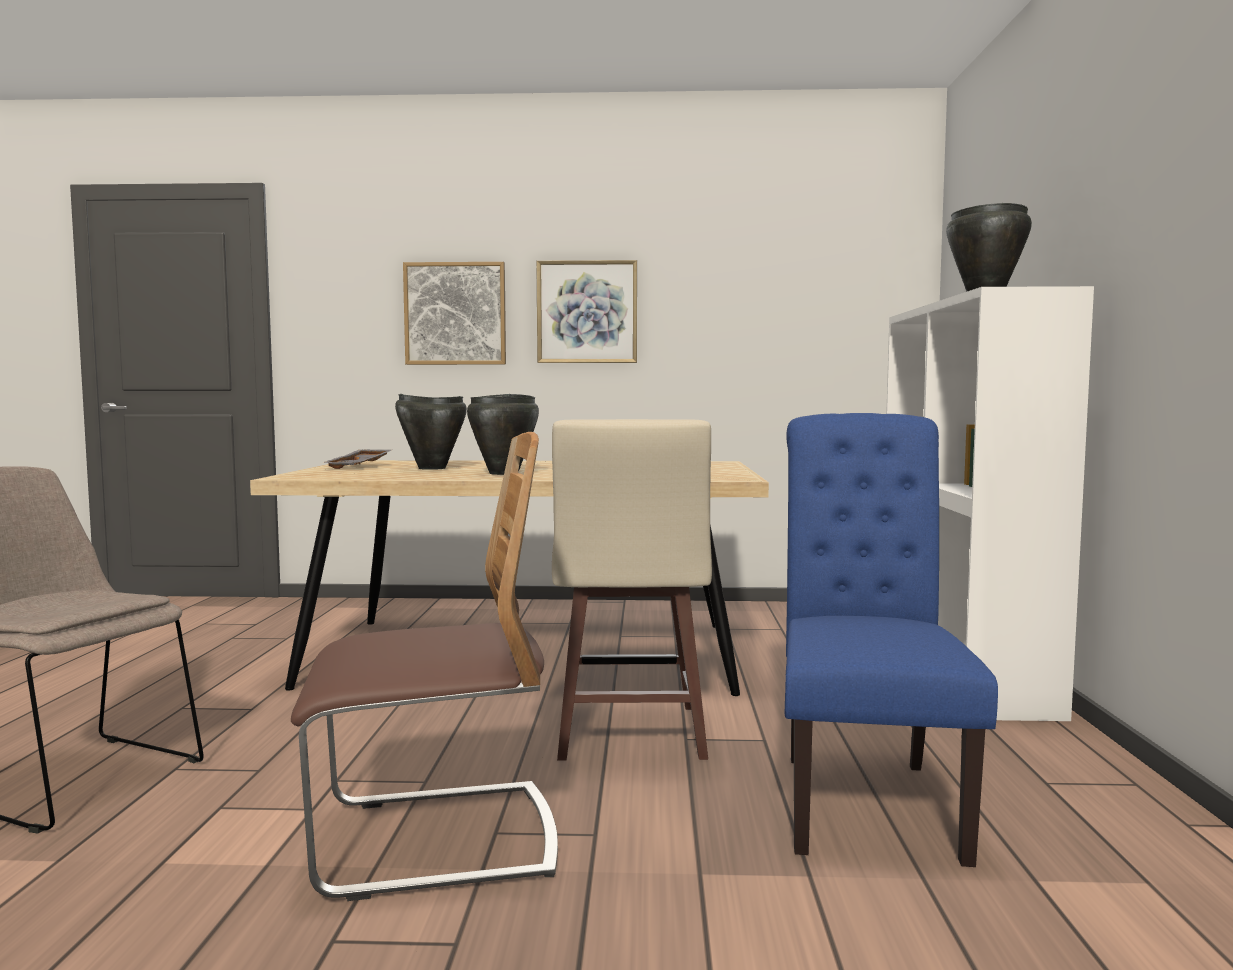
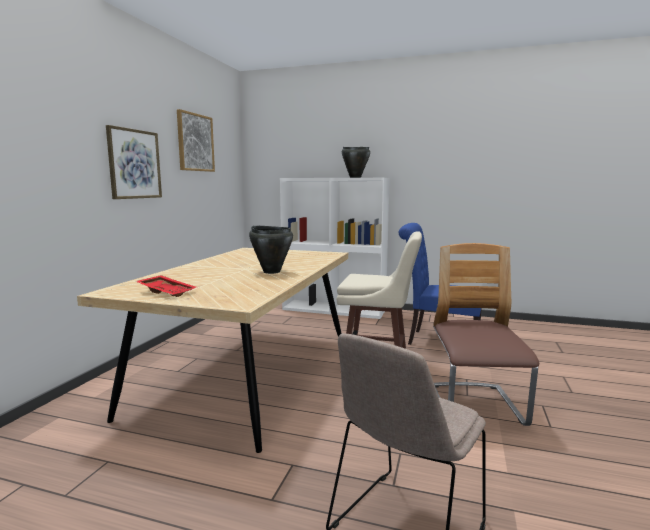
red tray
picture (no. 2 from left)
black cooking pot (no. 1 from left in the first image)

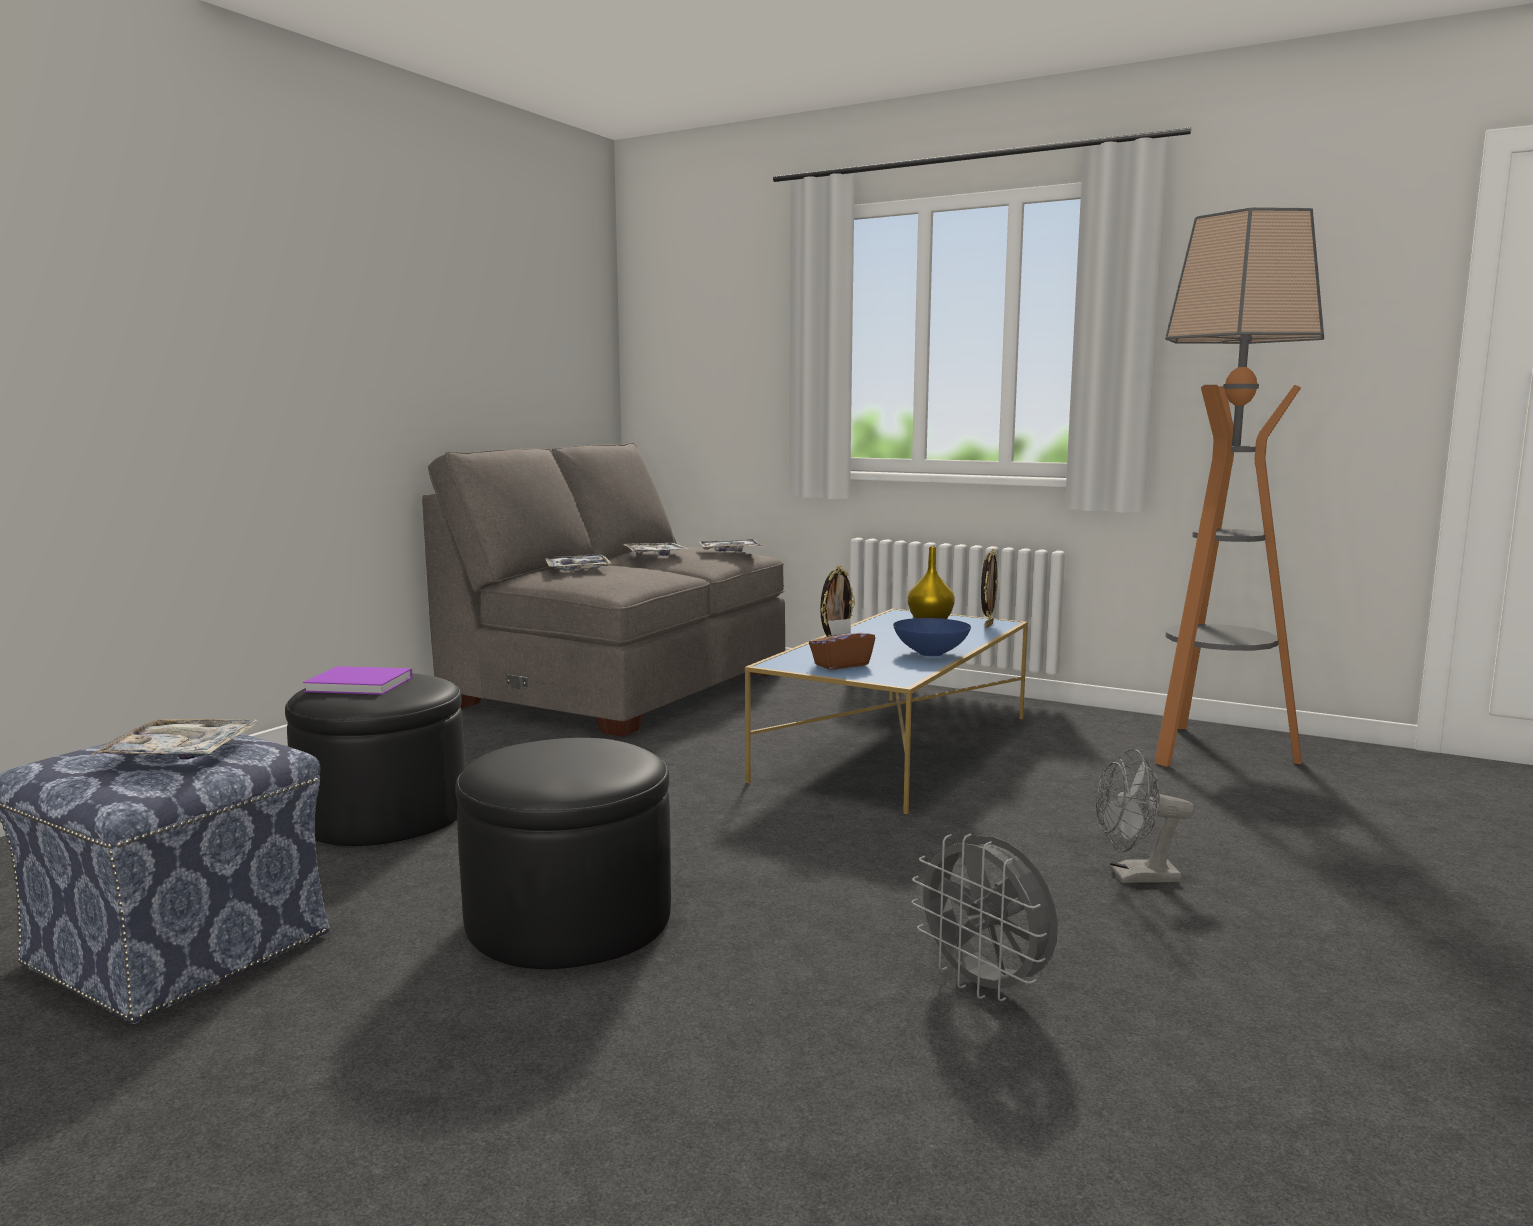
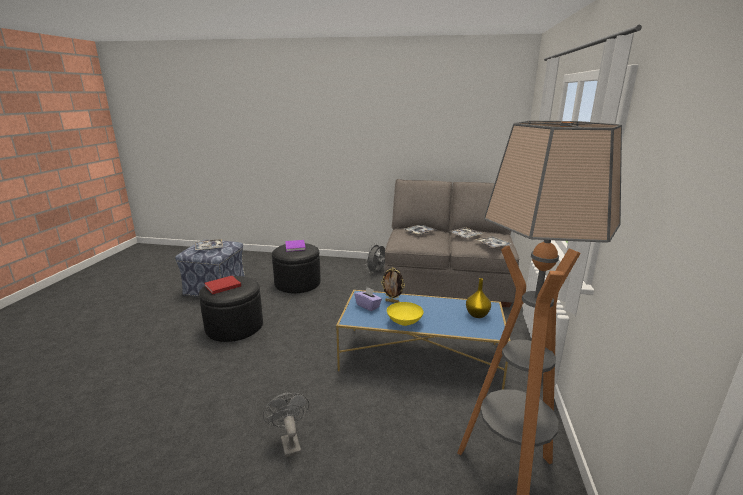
red book
purple tissue box
grey fan (no. 2 from left)
yellow bowl
picture frame (no. 2 from left in the first image)

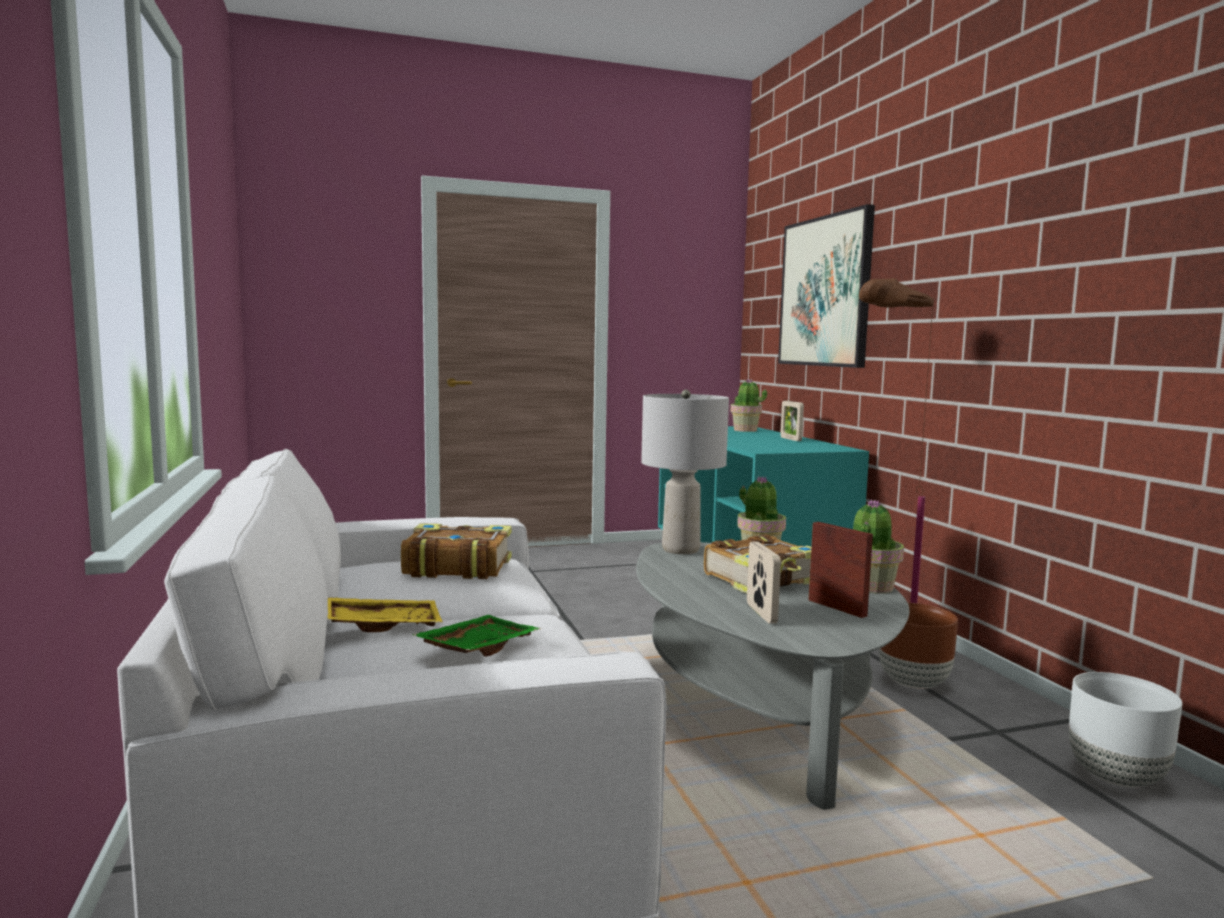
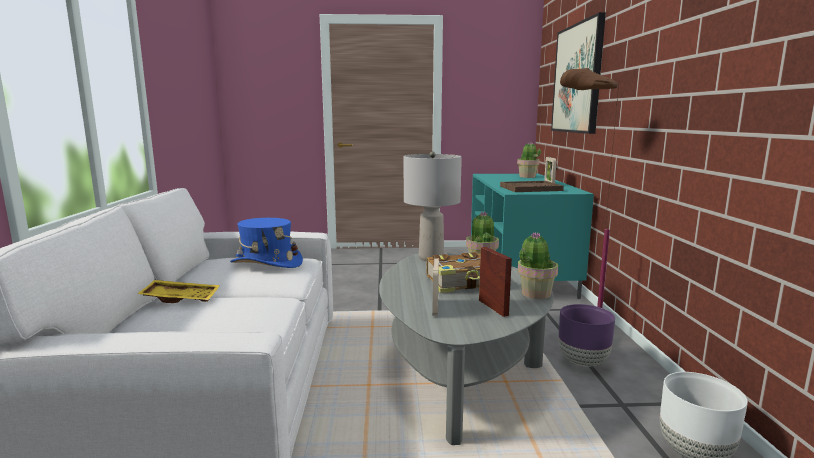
blue hat
brown tray
purple planter
green tray

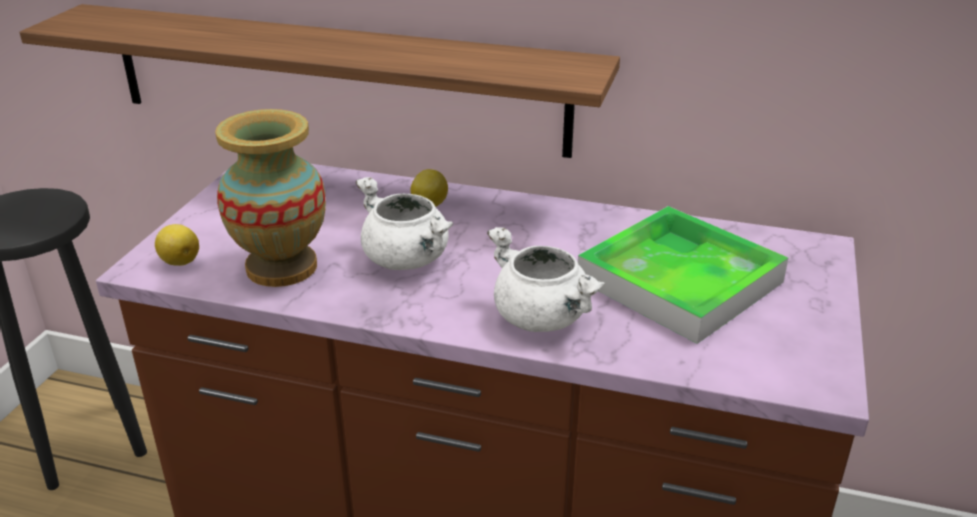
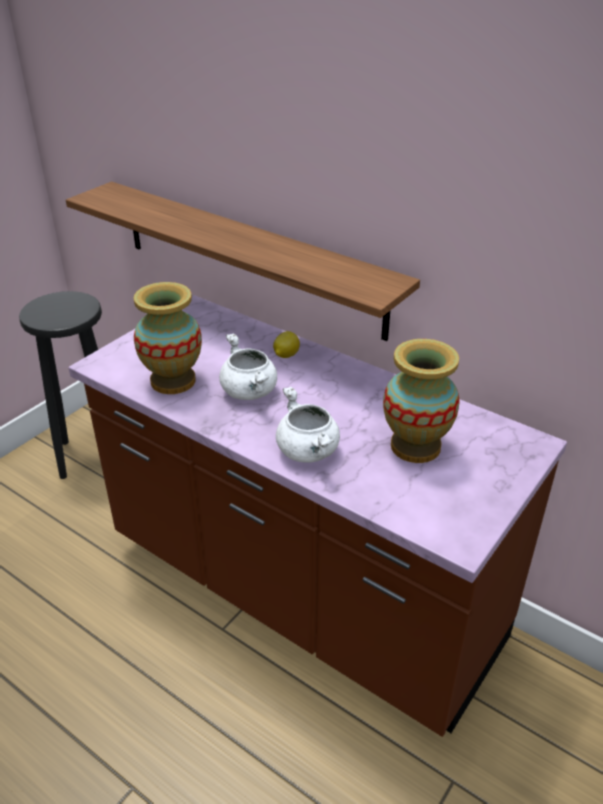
vase (no. 2 from left)
lemon (no. 1 from left in the first image)

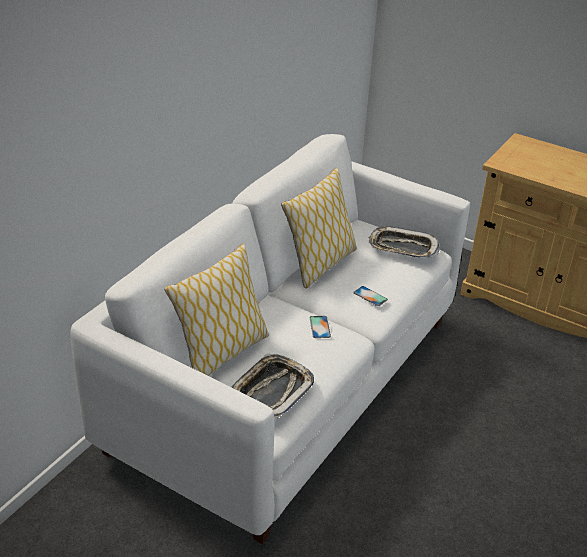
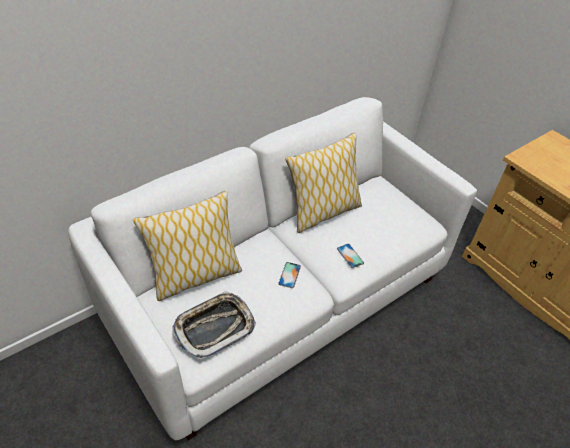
tray (no. 2 from left in the first image)

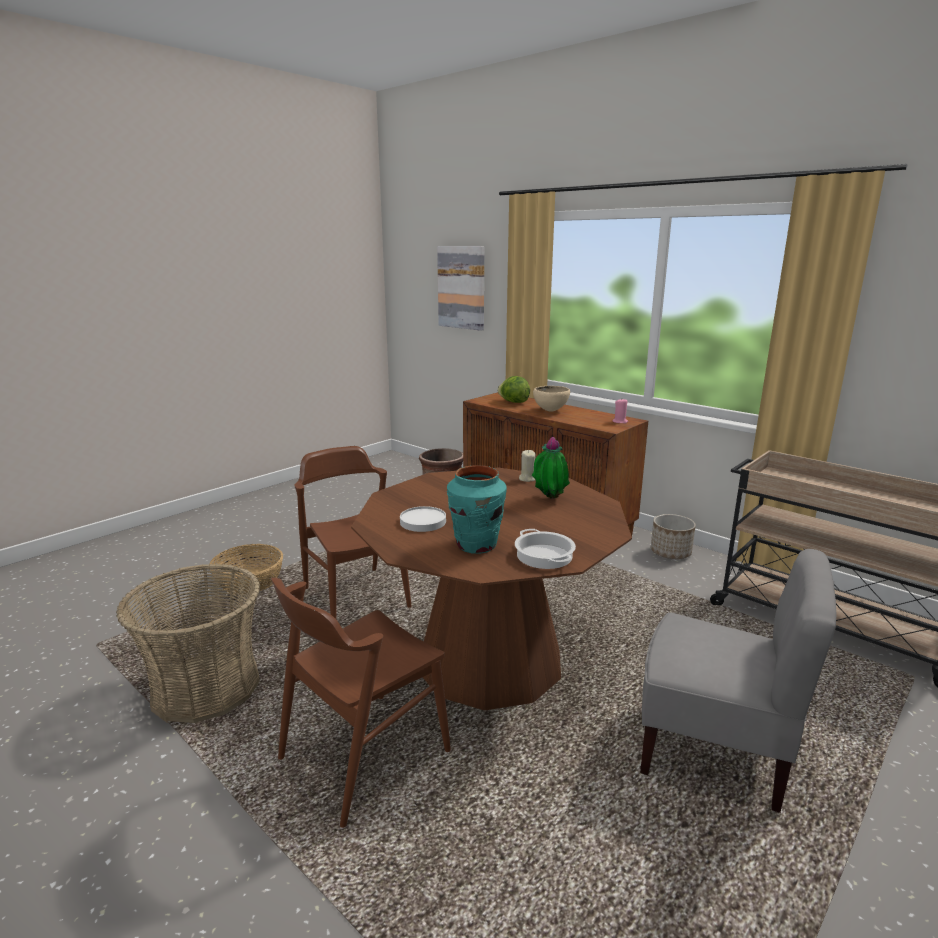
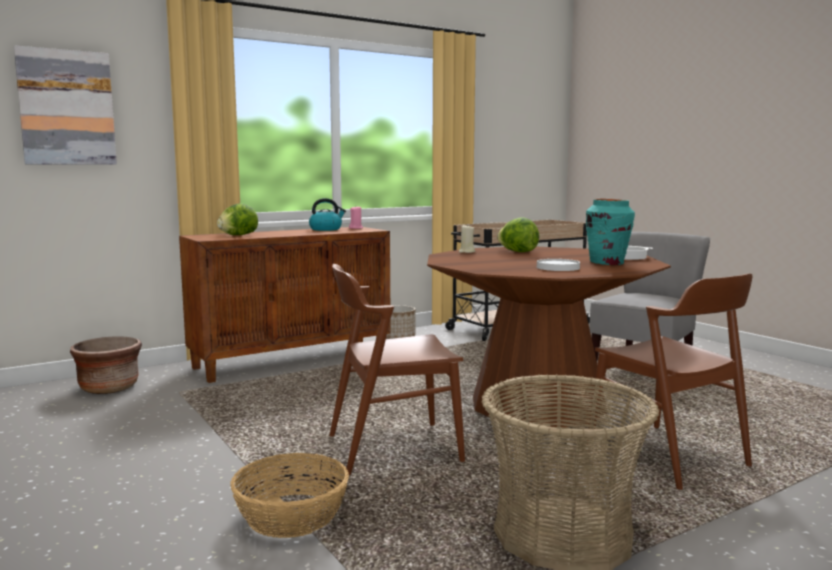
kettle
lettuce (no. 2 from left)
beige bowl

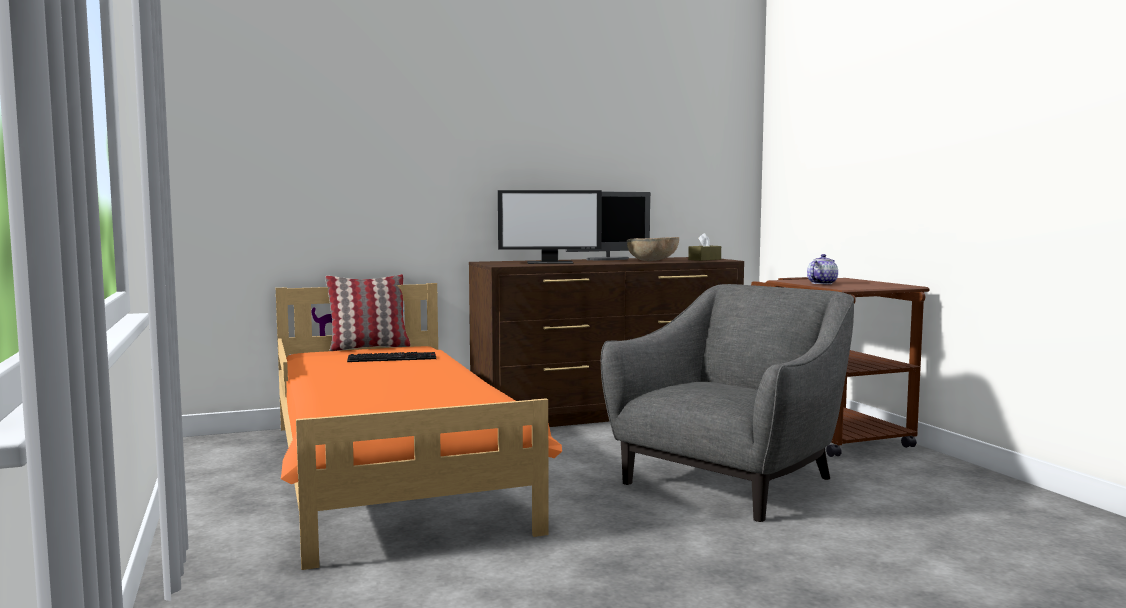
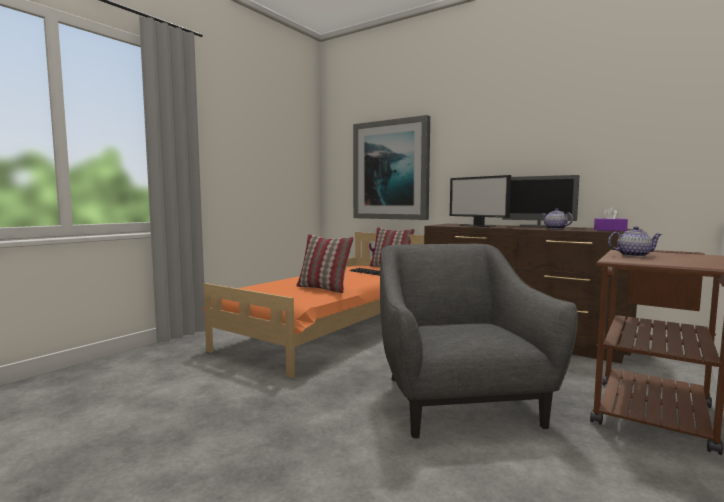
pillow (no. 1 from left)
picture
grey armchair
teapot (no. 1 from left)
purple tissue box

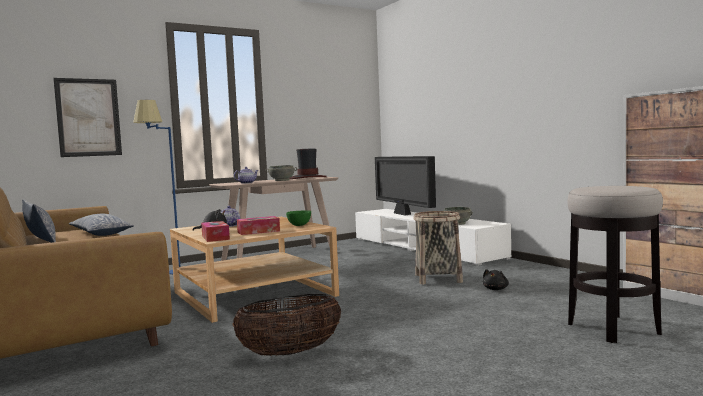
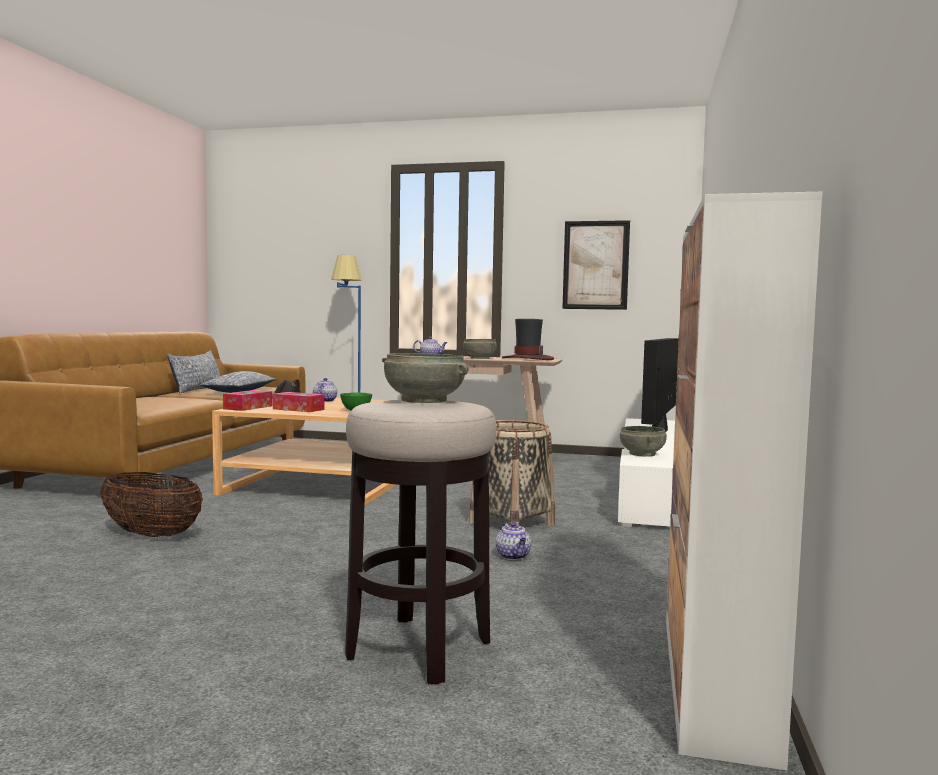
grey bowl (no. 1 from left)
teapot (no. 3 from left)
picture

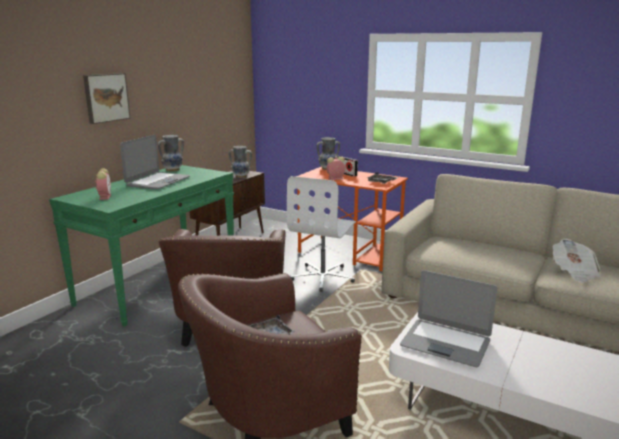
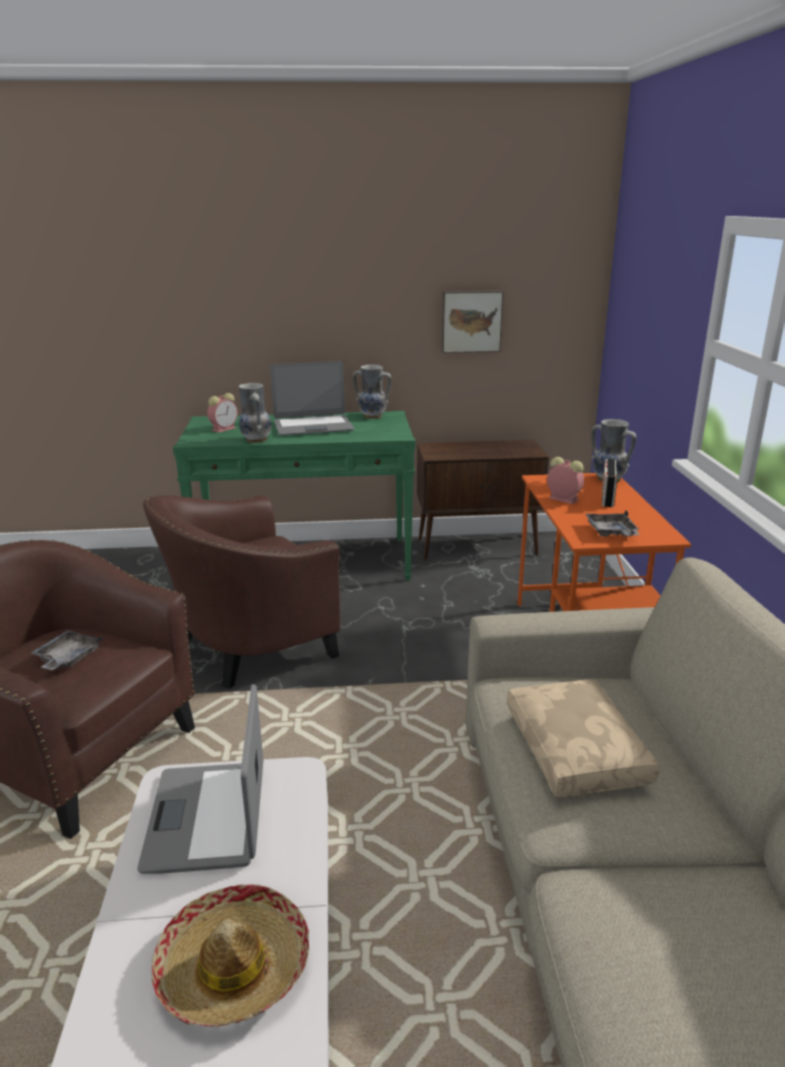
hat
vase (no. 1 from left)
picture
beige pillow
white office chair
newspaper

